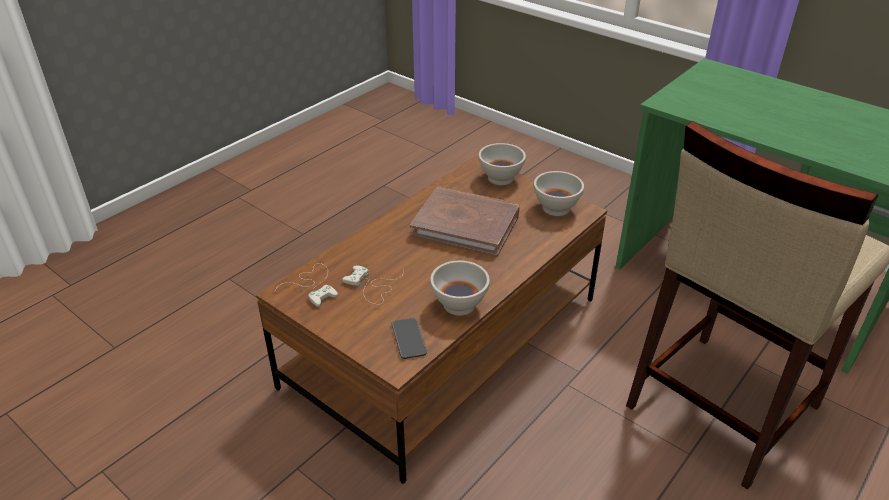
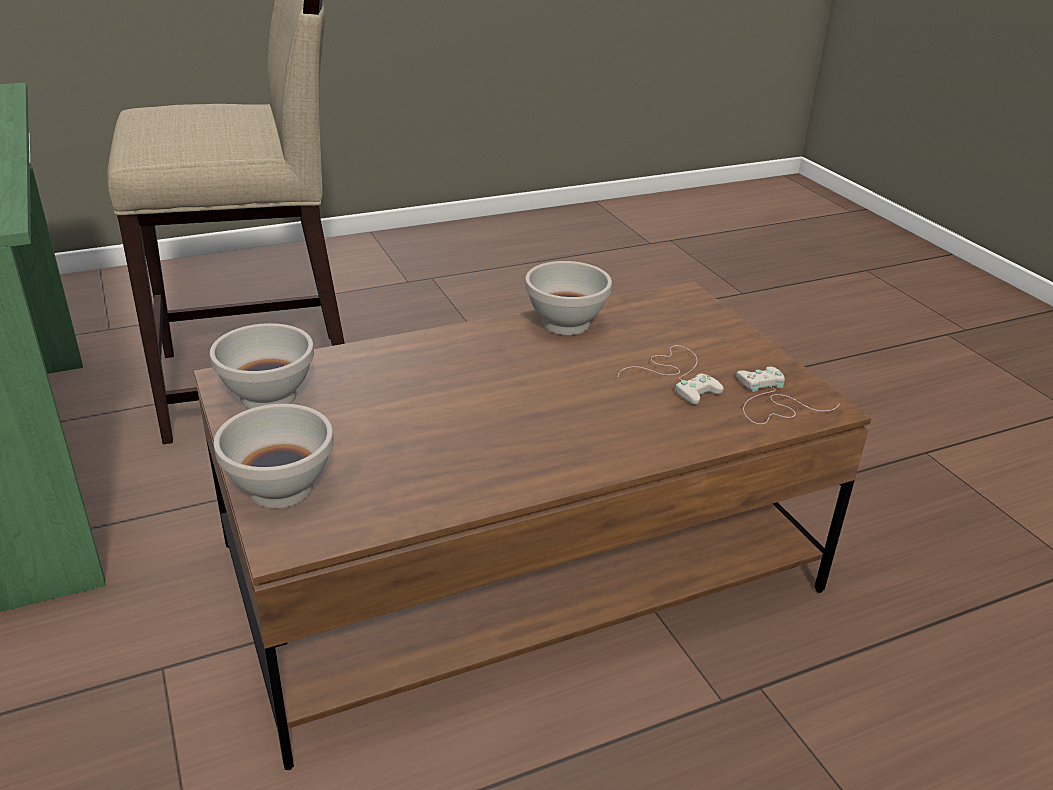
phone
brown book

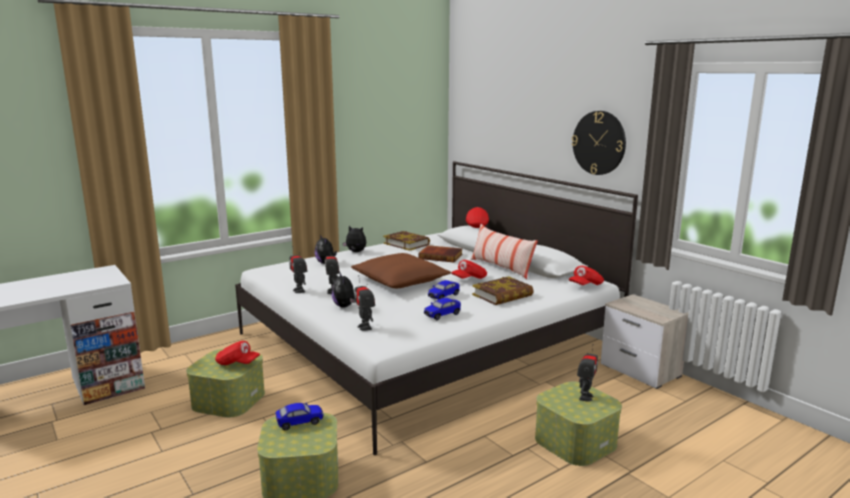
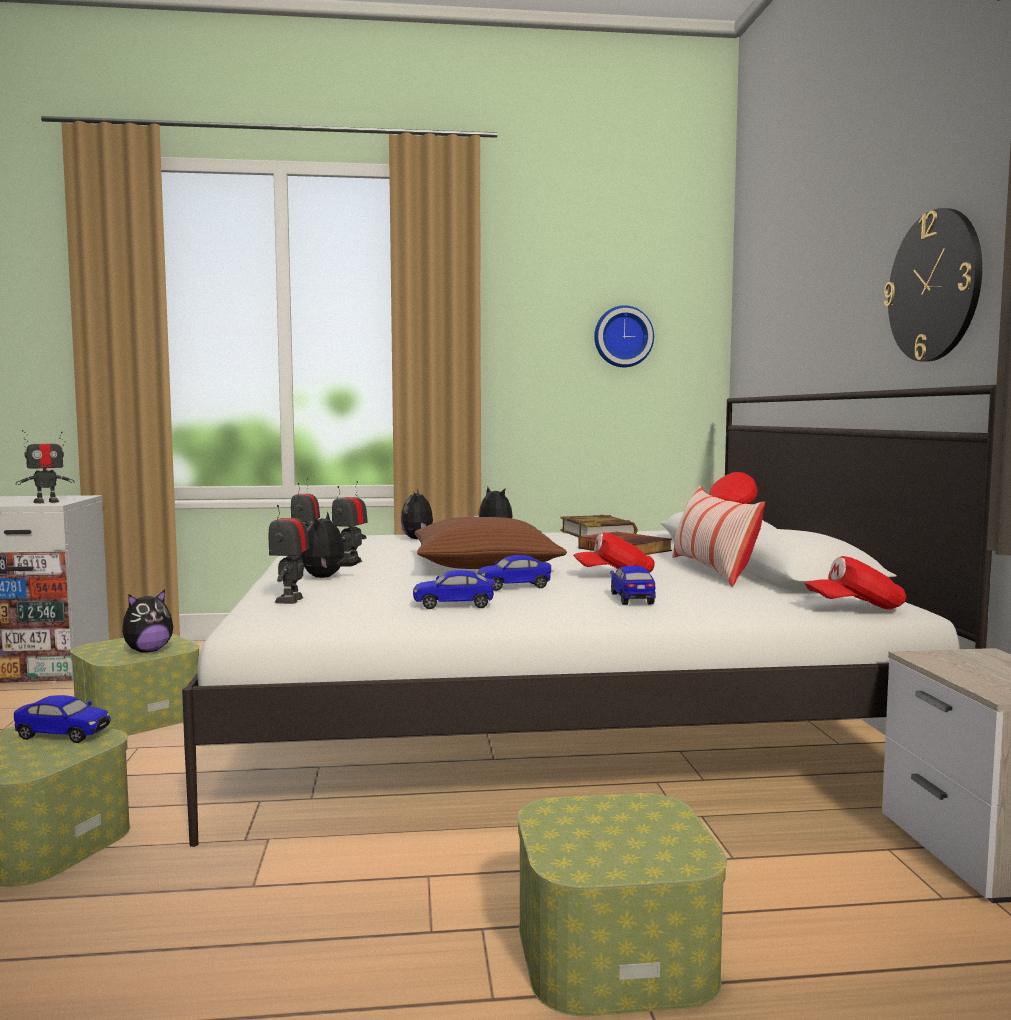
toy robot (no. 1 from left)
plush toy (no. 1 from left)
wall clock (no. 1 from left)
toy car (no. 4 from left)

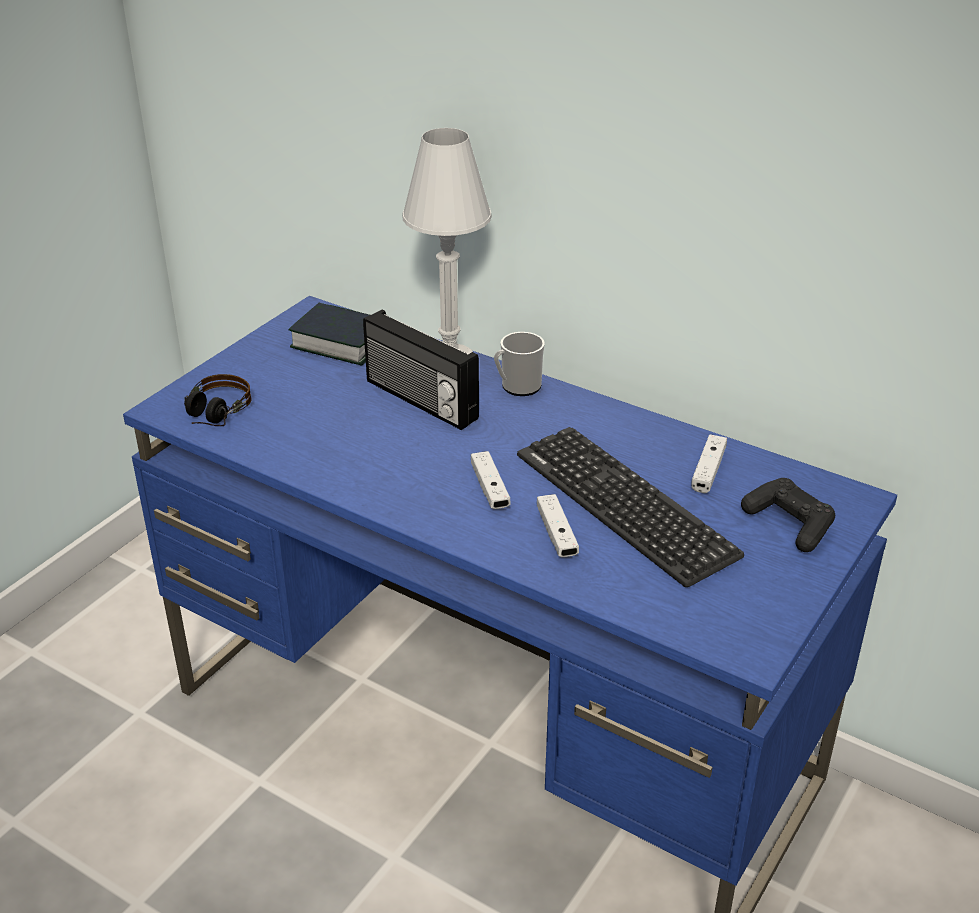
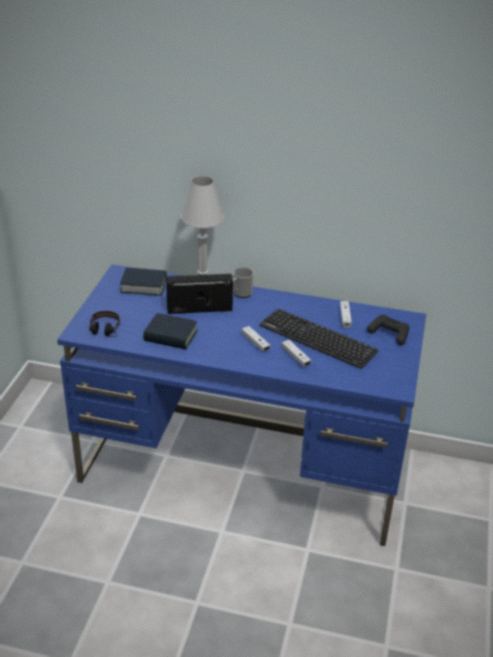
book (no. 2 from left)
radio

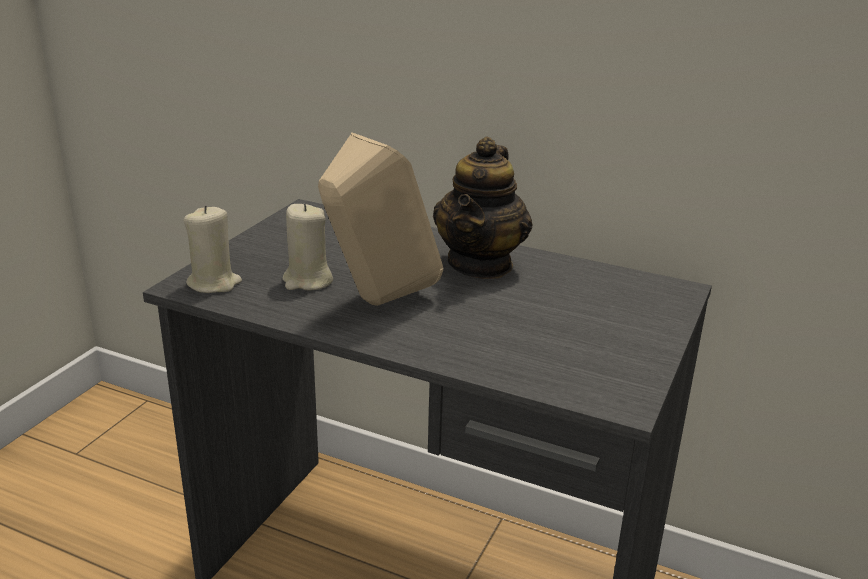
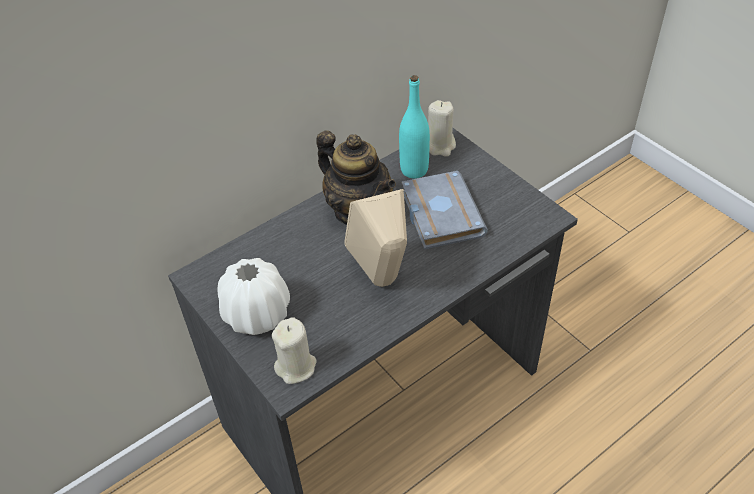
white vase
turquoise bottle
grey book
beige candle (no. 2 from left)

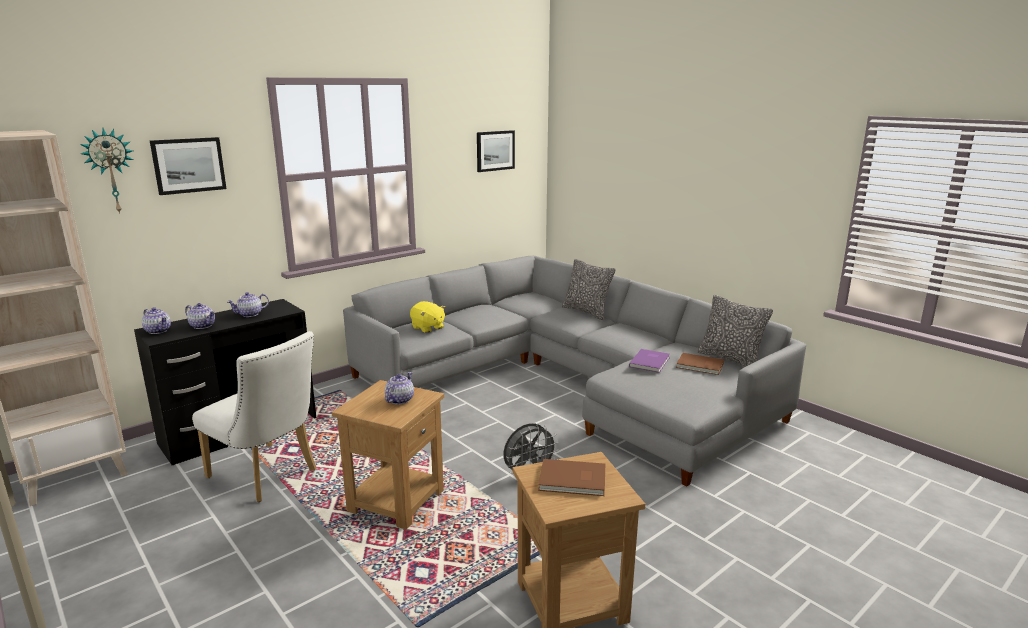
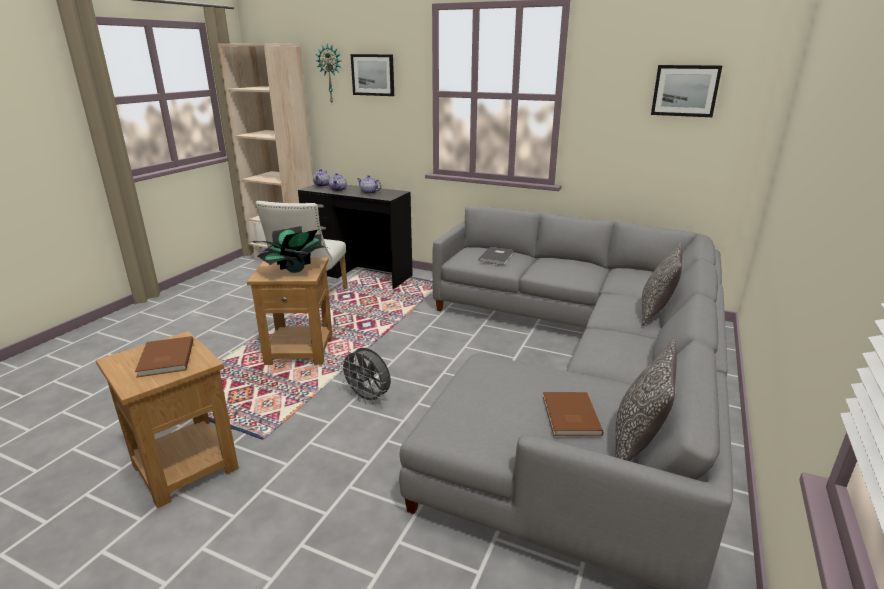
potted plant
grey book
purple book

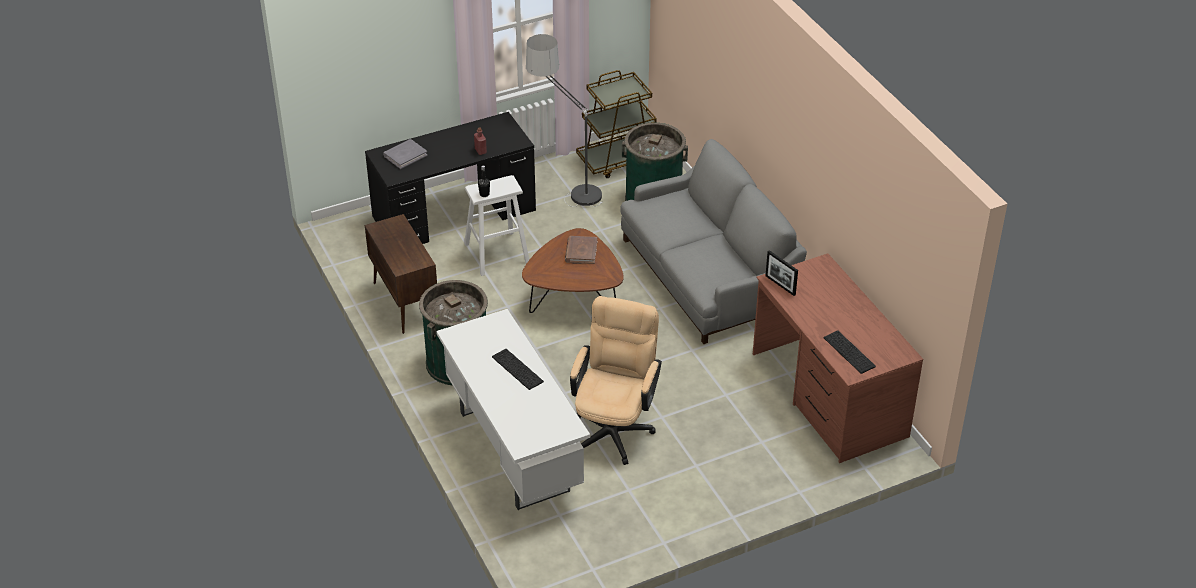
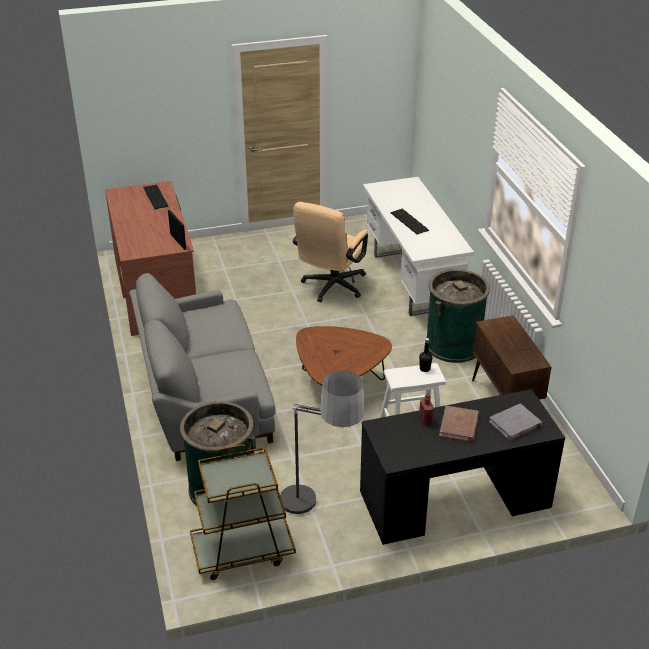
brown book

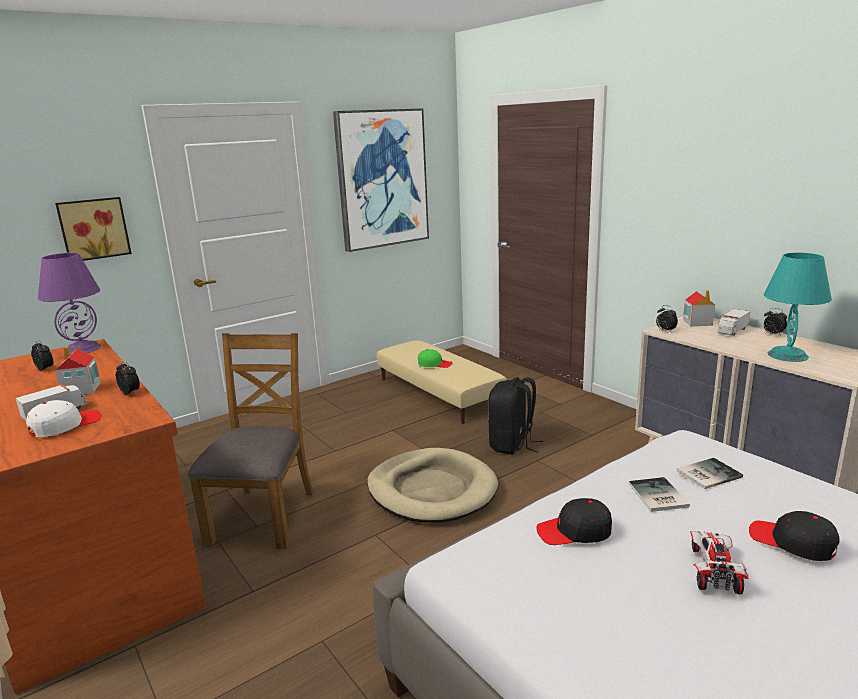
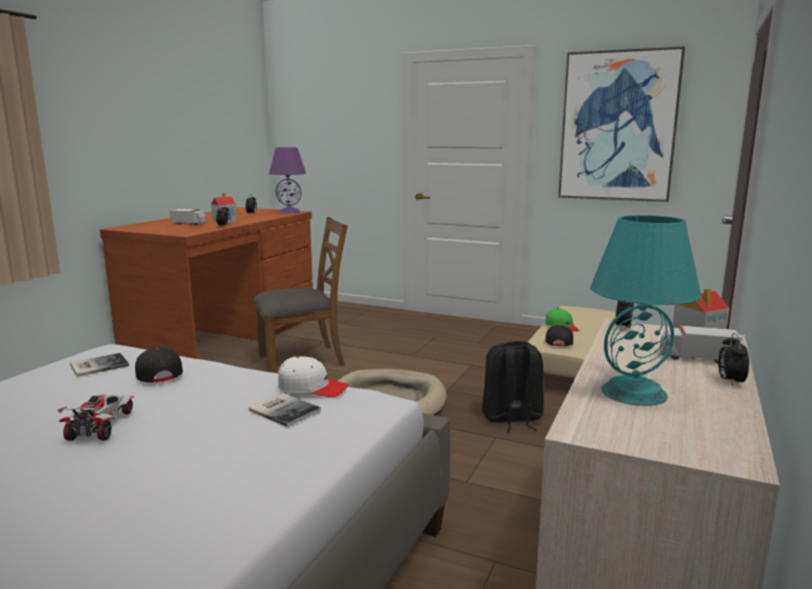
toy car
book (no. 1 from left)
white cap
black cap (no. 2 from left)
picture (no. 1 from left in the first image)

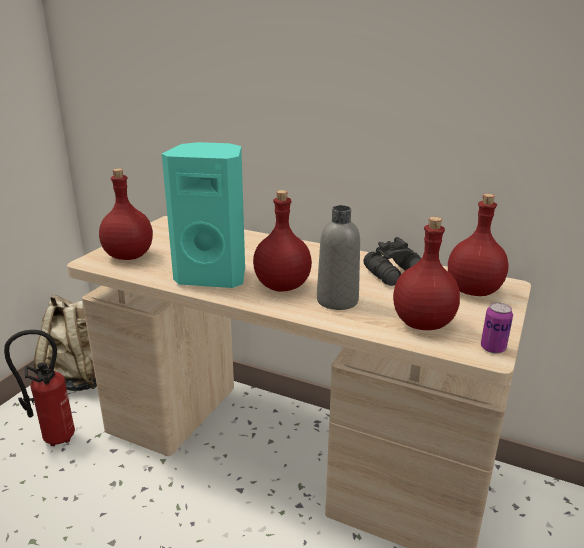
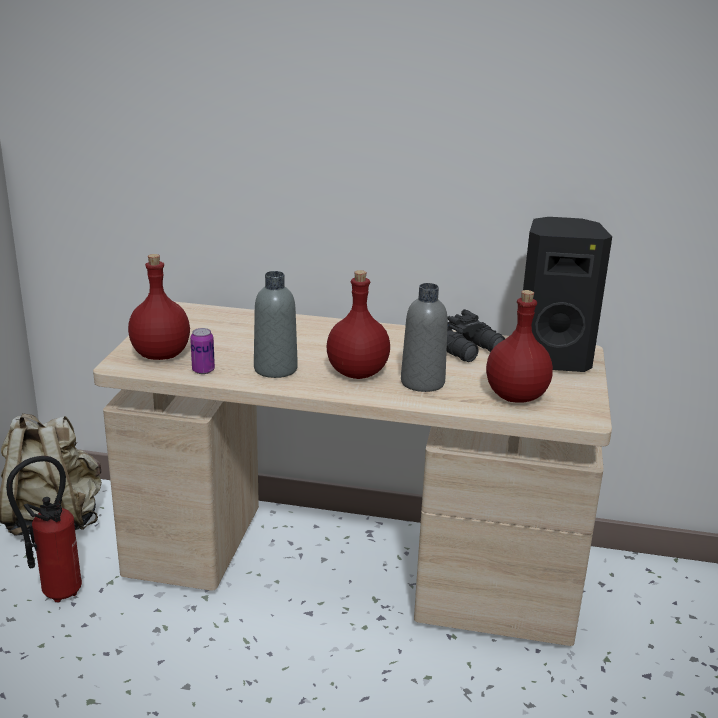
can
grey bottle (no. 1 from left)
black speaker

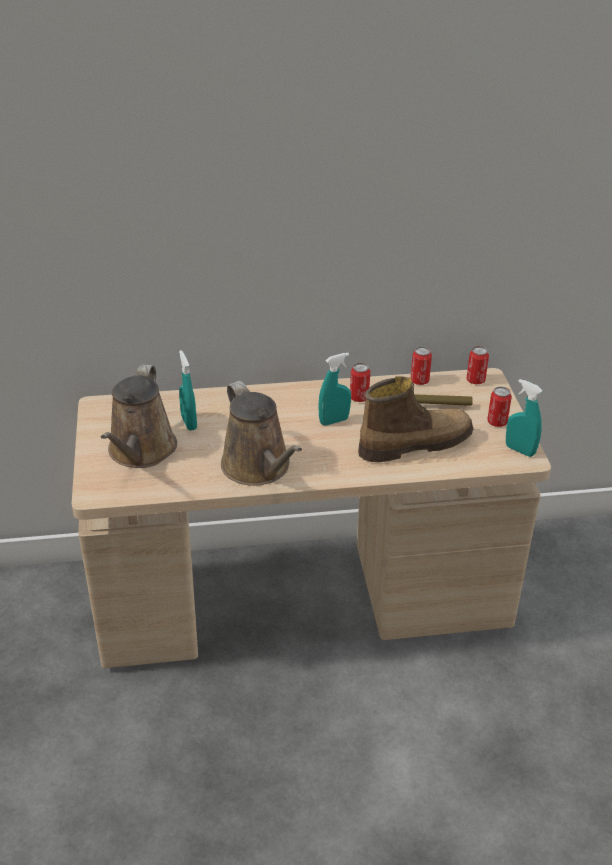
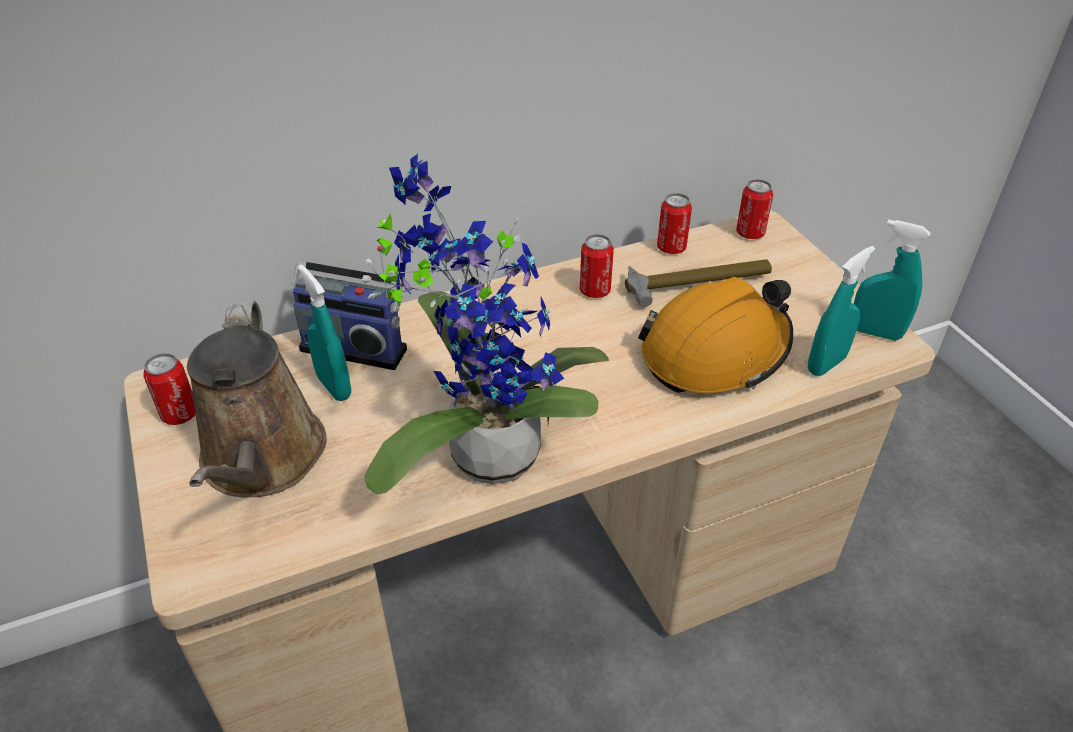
can (no. 1 from left)
radio
potted plant
orange hard hat
turquoise spray bottle (no. 2 from left)

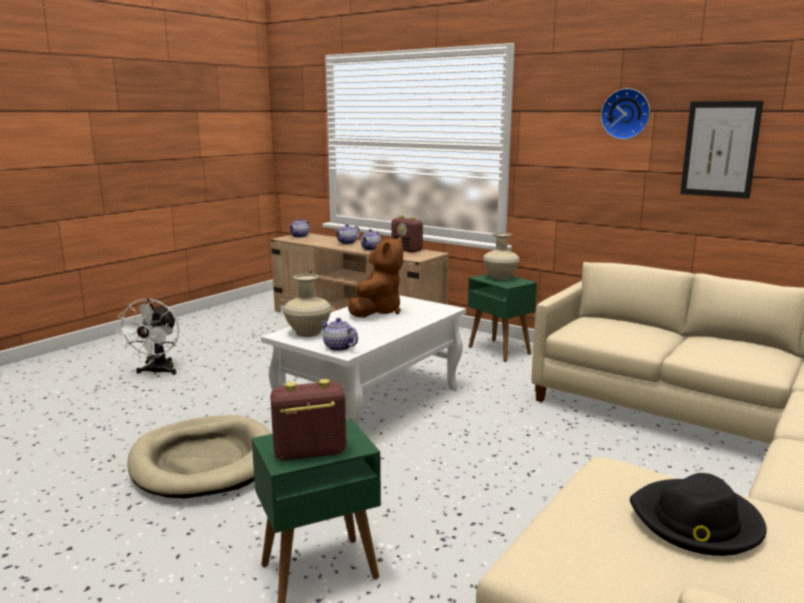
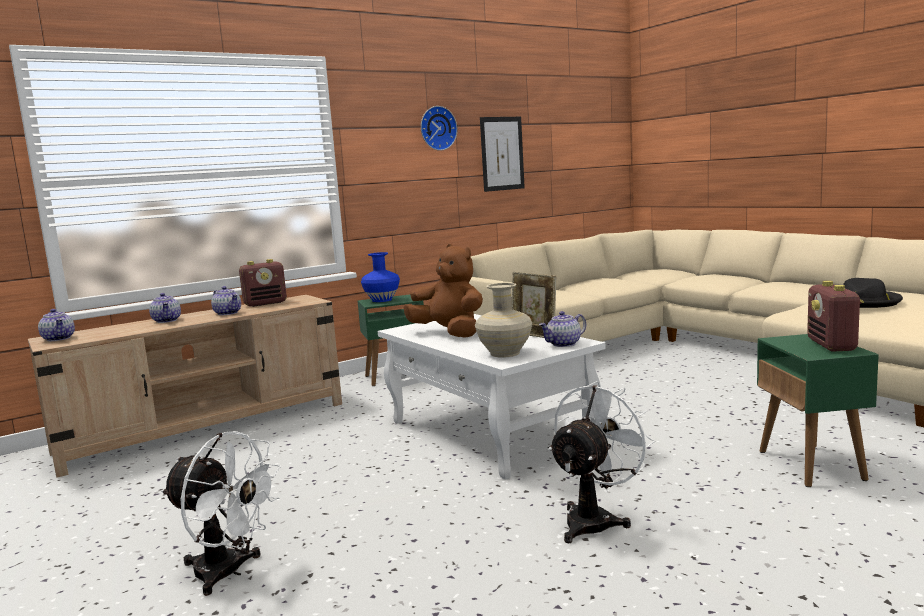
blue vase
picture frame
white fan (no. 2 from left)

